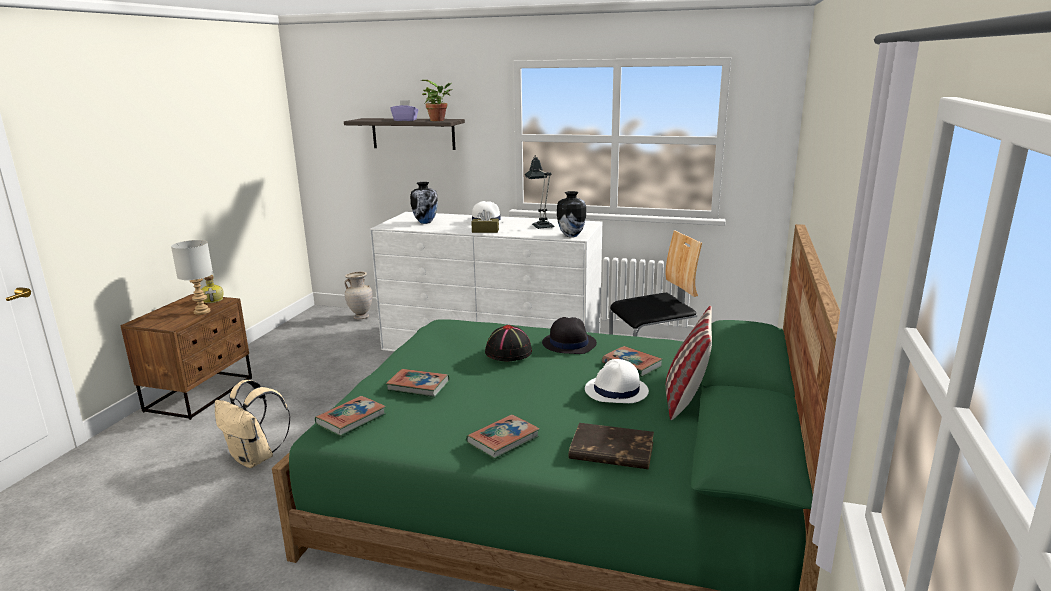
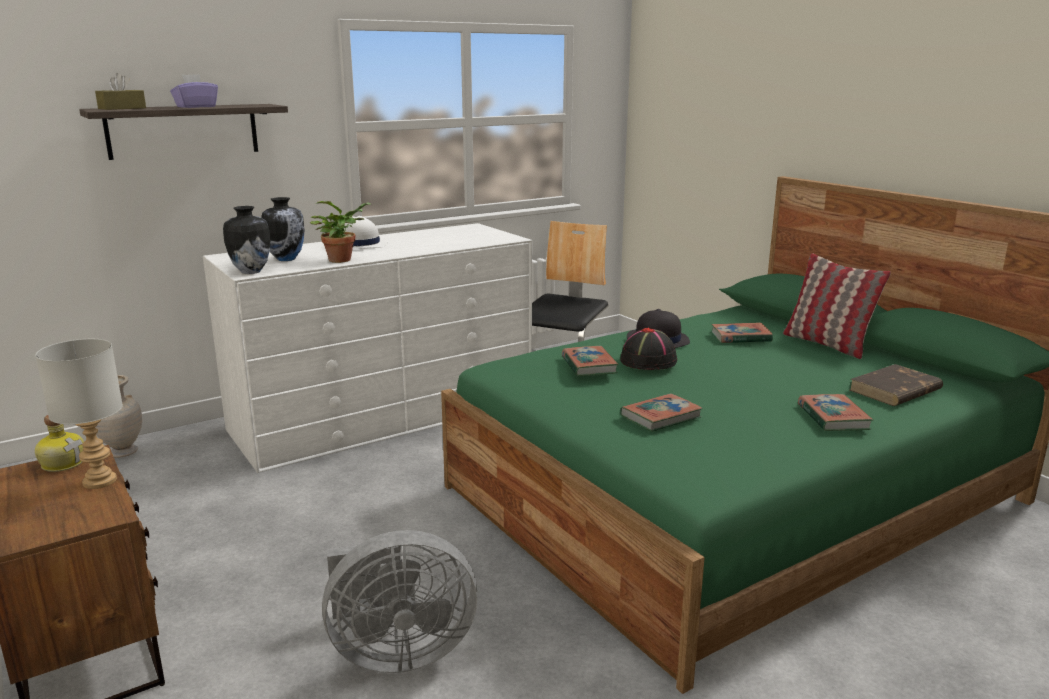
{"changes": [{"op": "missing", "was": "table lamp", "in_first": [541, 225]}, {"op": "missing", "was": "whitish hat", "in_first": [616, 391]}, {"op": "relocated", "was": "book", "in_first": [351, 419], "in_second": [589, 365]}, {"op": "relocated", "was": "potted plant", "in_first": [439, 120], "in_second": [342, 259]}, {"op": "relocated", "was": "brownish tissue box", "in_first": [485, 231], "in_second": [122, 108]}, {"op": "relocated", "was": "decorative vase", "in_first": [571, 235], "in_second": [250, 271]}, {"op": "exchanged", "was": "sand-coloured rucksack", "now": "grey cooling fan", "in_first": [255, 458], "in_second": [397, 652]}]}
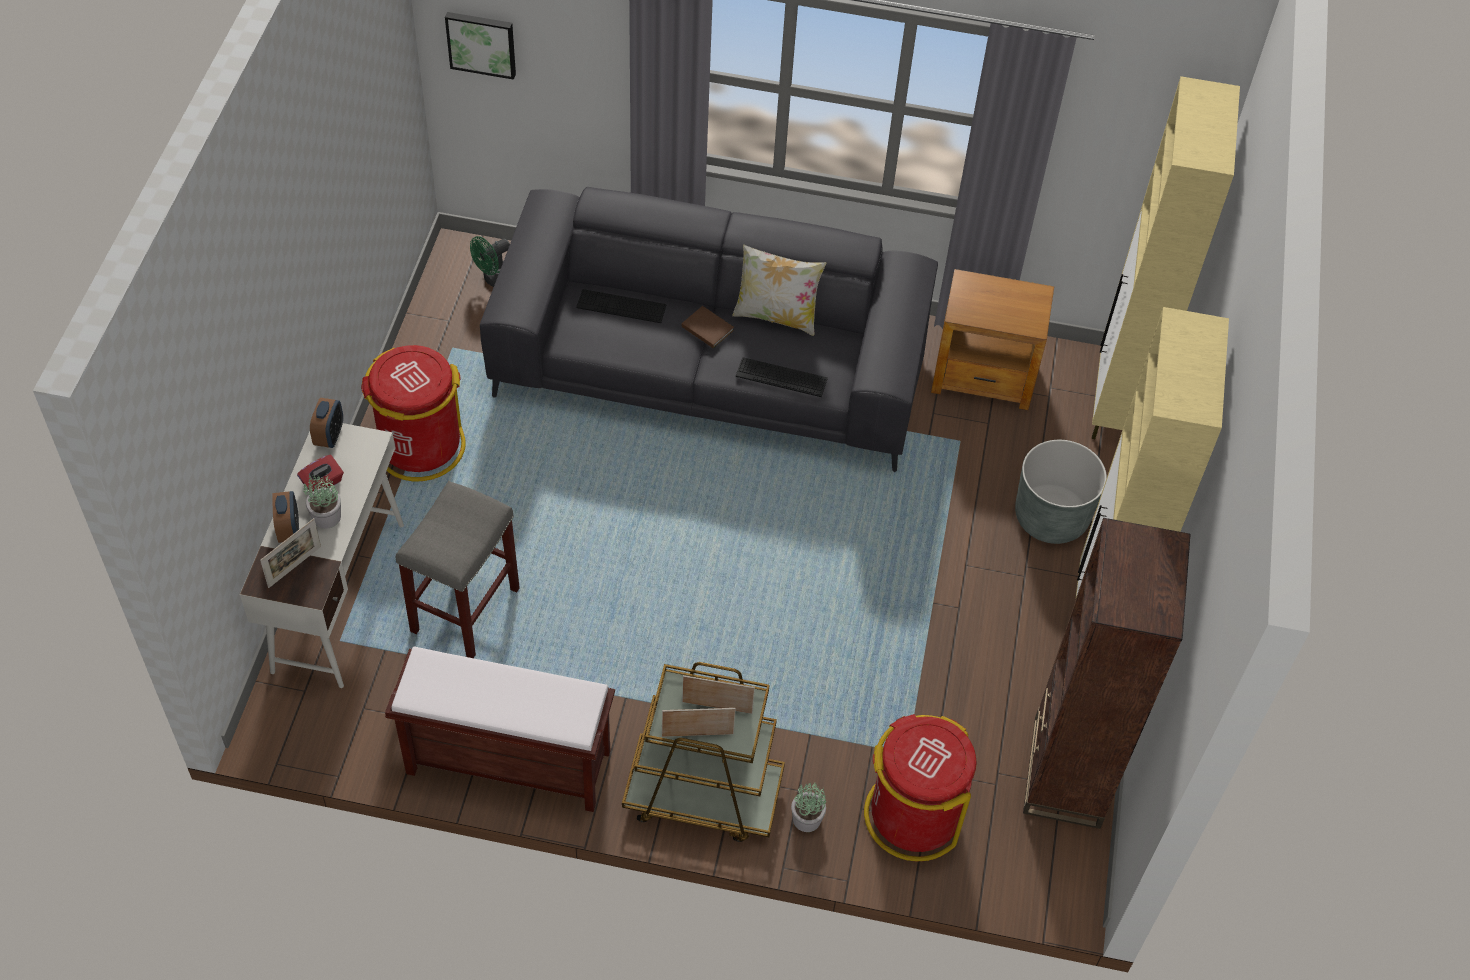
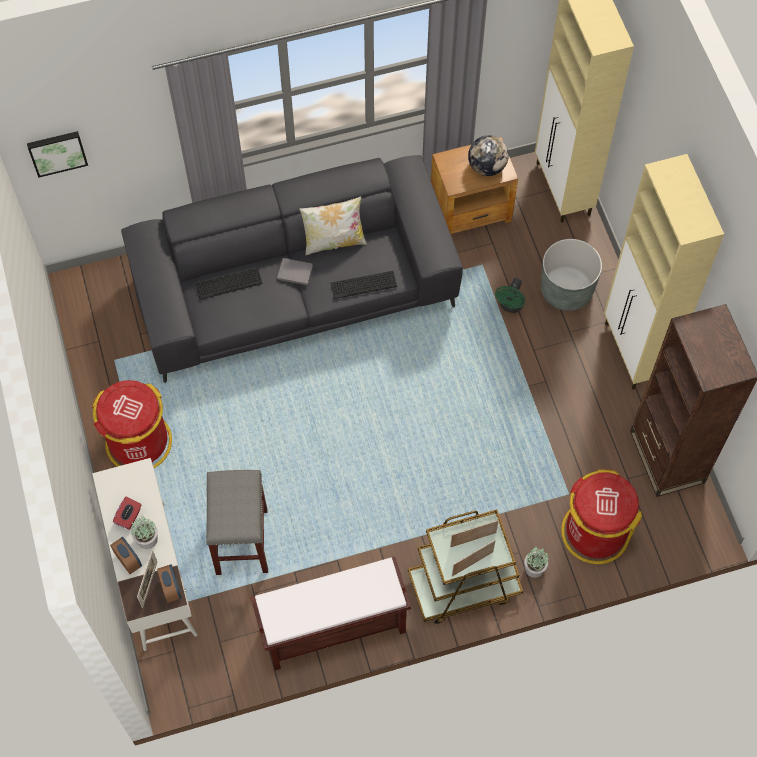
{"changes": [{"op": "appeared", "now": "desk globe", "in_second": [487, 167]}, {"op": "relocated", "was": "bedside clock", "in_first": [329, 436], "in_second": [171, 588]}, {"op": "relocated", "was": "green-coloured cooling fan", "in_first": [494, 279], "in_second": [510, 306]}, {"op": "colour", "was": "brownish book", "now": "grey book", "in_first": [707, 327], "in_second": [294, 272]}]}
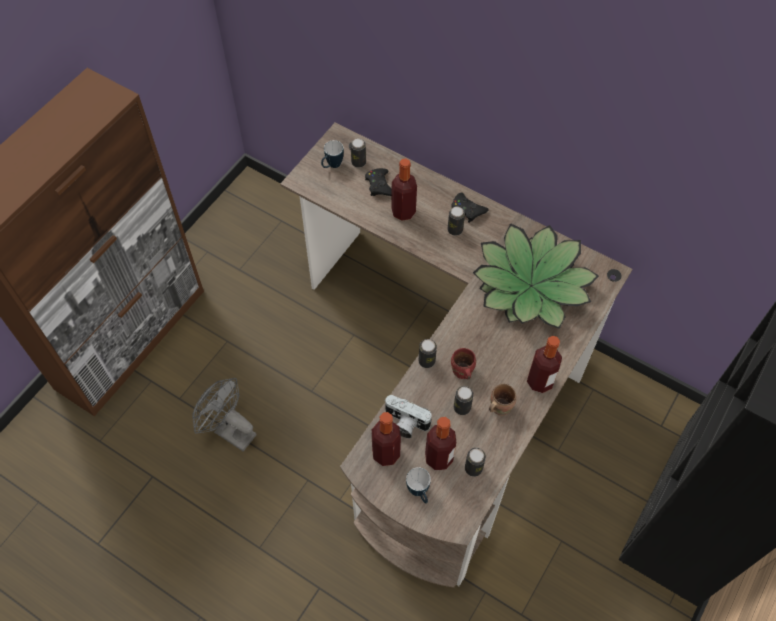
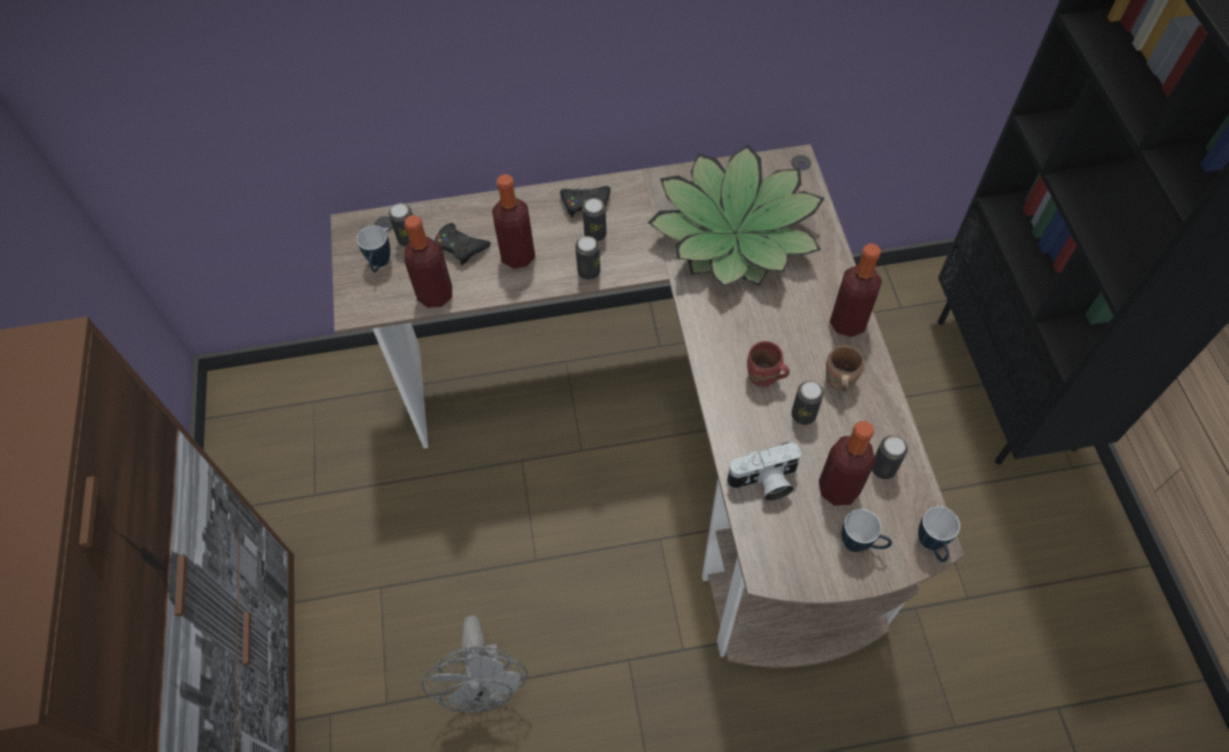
{"changes": [{"op": "appeared", "now": "coffee mug", "in_second": [931, 546]}, {"op": "relocated", "was": "beverage bottle", "in_first": [386, 453], "in_second": [435, 295]}, {"op": "relocated", "was": "metal can", "in_first": [426, 361], "in_second": [589, 271]}, {"op": "spun", "was": "grey cooling fan", "in_first": [229, 431], "in_second": [486, 686], "clockwise": -90}]}
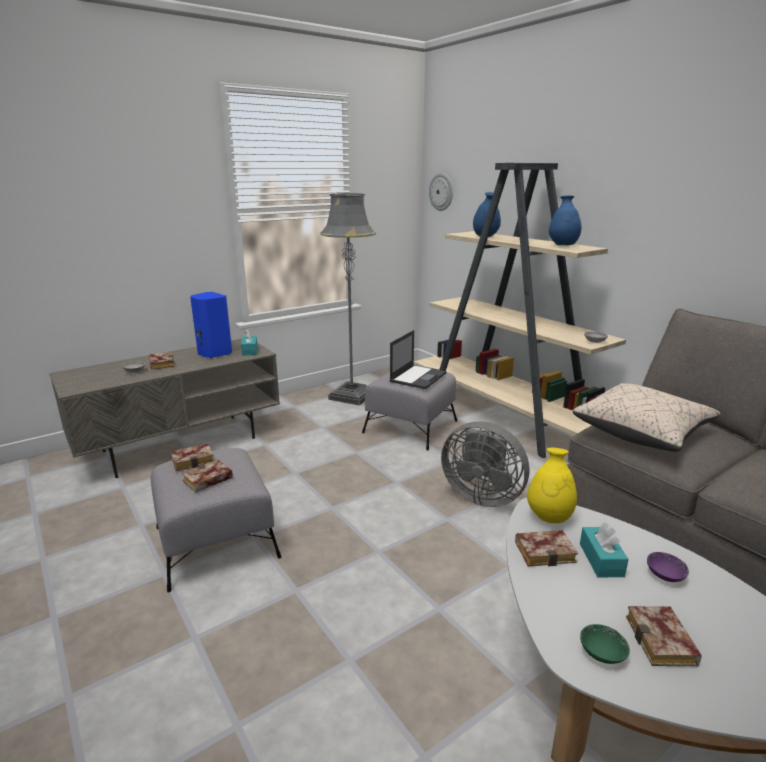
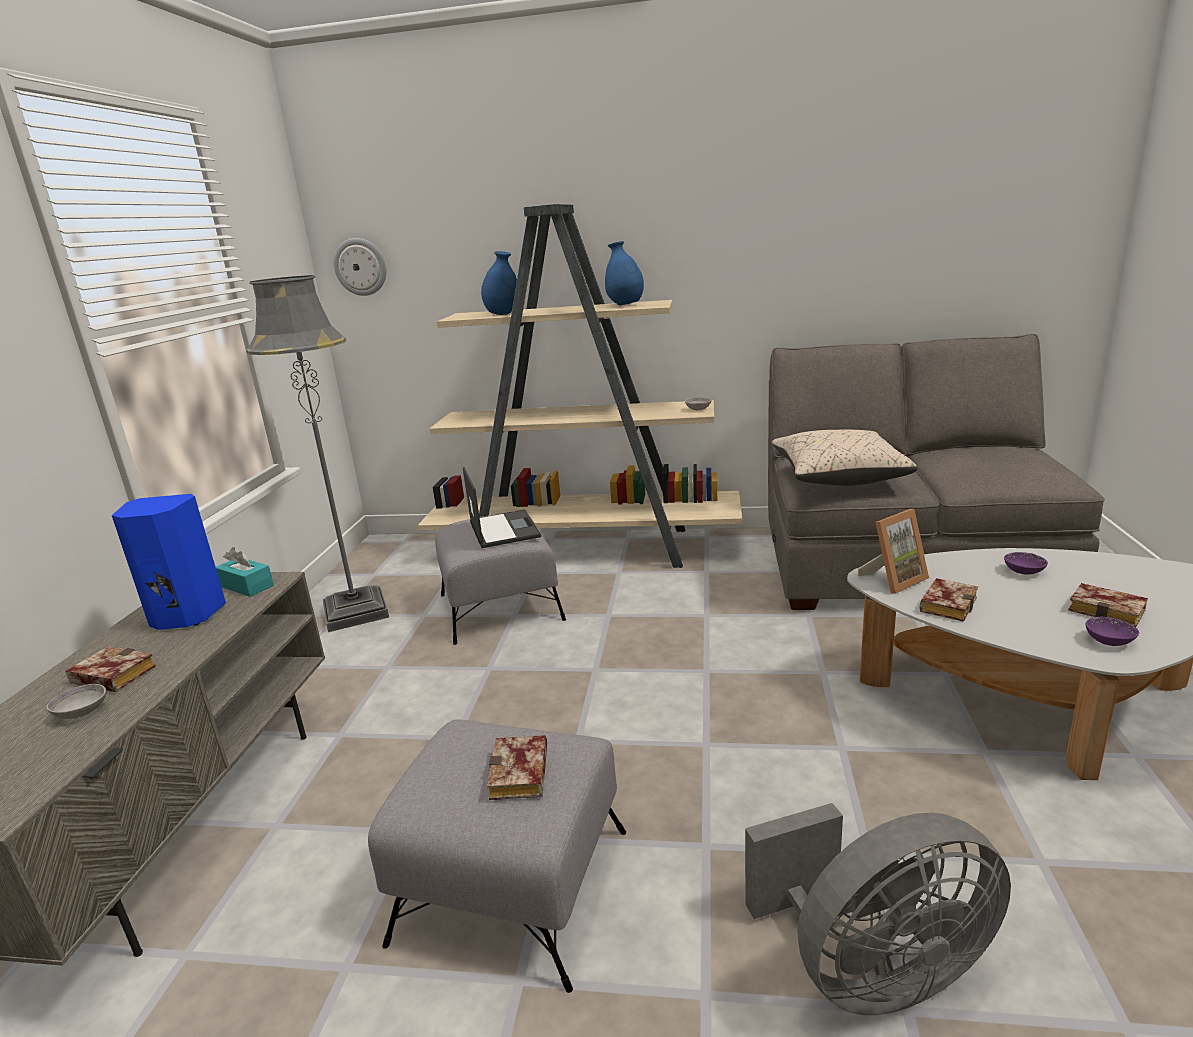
{"changes": [{"op": "missing", "was": "book", "in_first": [194, 460]}, {"op": "missing", "was": "turquoise-coloured tissue box", "in_first": [601, 560]}, {"op": "relocated", "was": "grey cooling fan", "in_first": [482, 495], "in_second": [872, 970]}, {"op": "exchanged", "was": "yellow decorative vase", "now": "photo frame", "in_first": [549, 517], "in_second": [893, 580]}, {"op": "colour", "was": "green-coloured serving bowl", "now": "purple serving bowl", "in_first": [602, 653], "in_second": [1109, 641]}]}
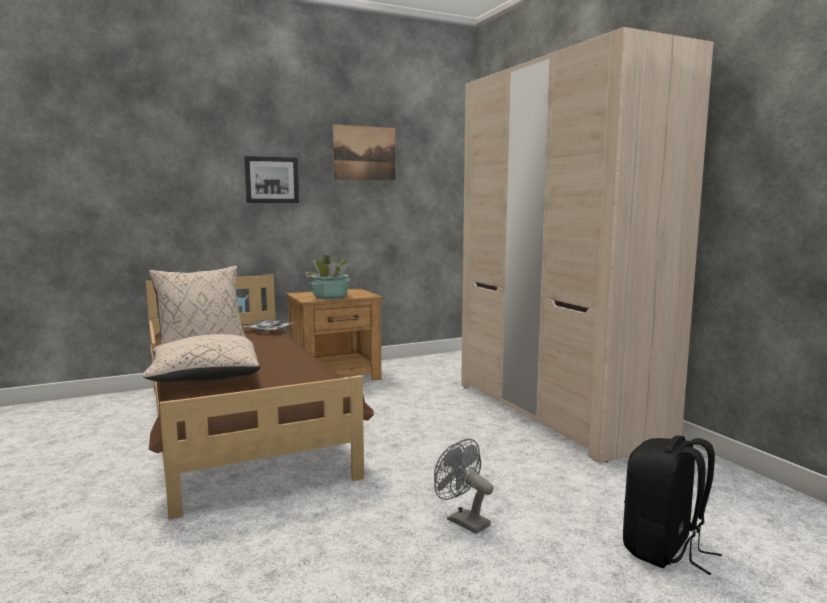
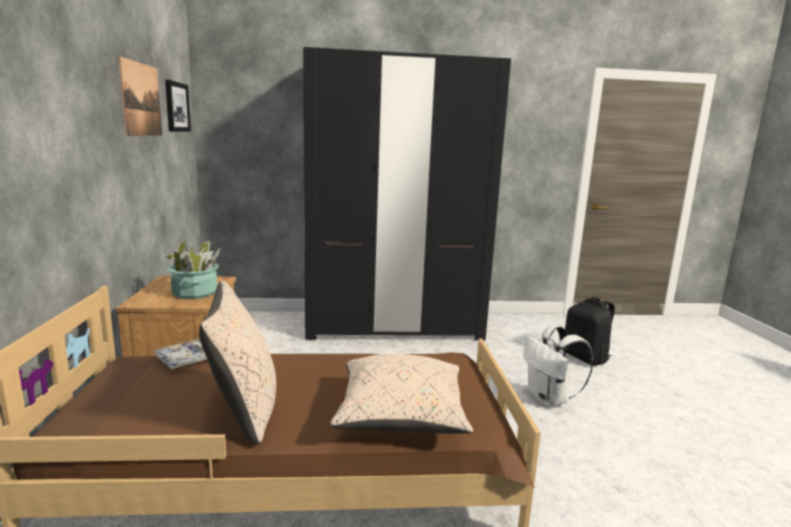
{"changes": [{"op": "relocated", "was": "wall picture", "in_first": [271, 180], "in_second": [176, 107]}, {"op": "exchanged", "was": "grey cooling fan", "now": "whitish rucksack", "in_first": [462, 520], "in_second": [549, 399]}, {"op": "colour", "was": "sand-coloured wardrobe", "now": "black wardrobe", "in_first": [556, 411], "in_second": [393, 326]}]}
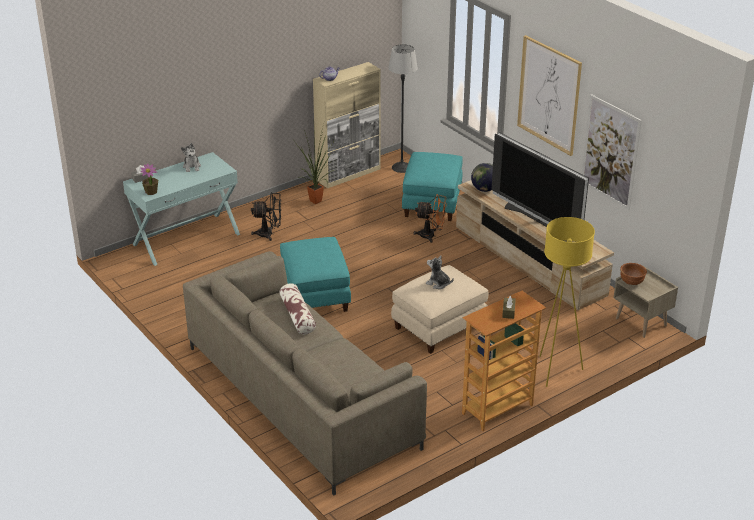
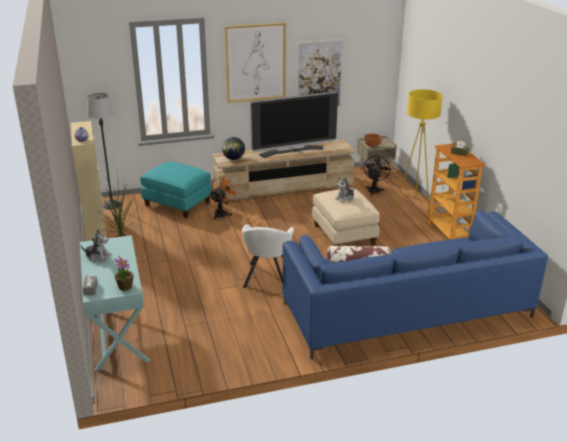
{"changes": [{"op": "relocated", "was": "black cooling fan", "in_first": [269, 234], "in_second": [374, 190]}, {"op": "exchanged", "was": "turquoise-coloured pouffe", "now": "whitish easy chair", "in_first": [314, 295], "in_second": [267, 278]}, {"op": "colour", "was": "sand-coloured couch", "now": "bluish couch", "in_first": [301, 396], "in_second": [406, 310]}]}
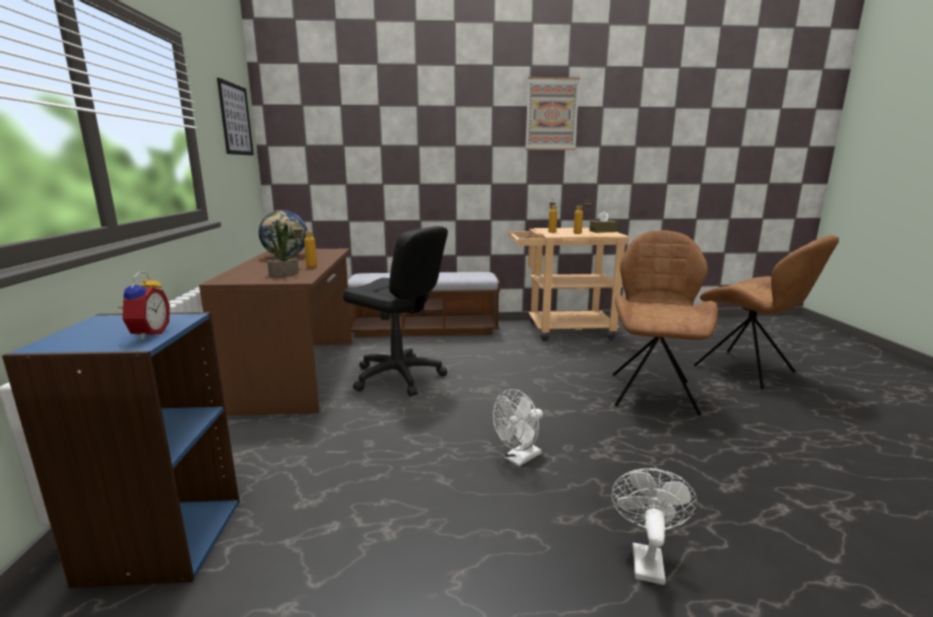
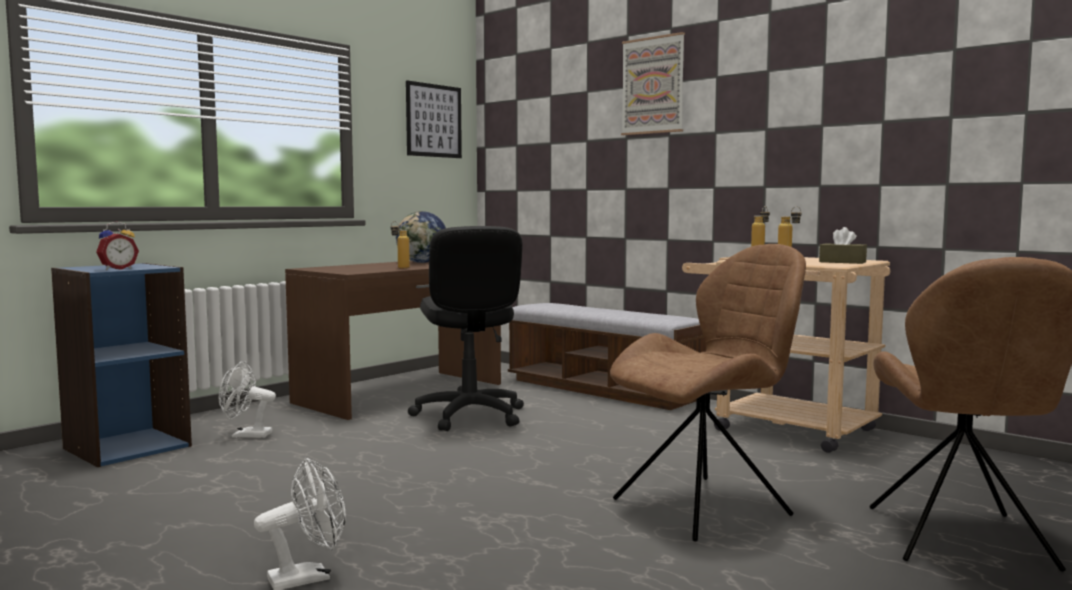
{"changes": [{"op": "missing", "was": "potted plant", "in_first": [284, 274]}, {"op": "relocated", "was": "whitish cooling fan", "in_first": [519, 459], "in_second": [246, 435]}, {"op": "relocated", "was": "wall picture", "in_first": [551, 114], "in_second": [653, 85]}]}
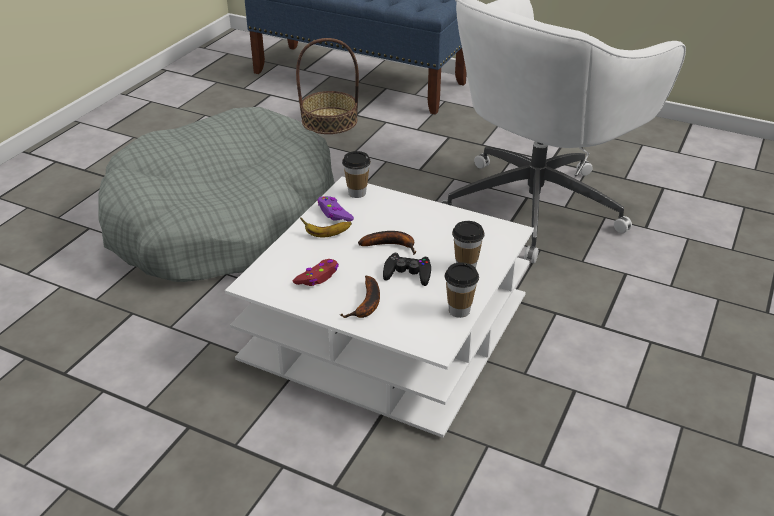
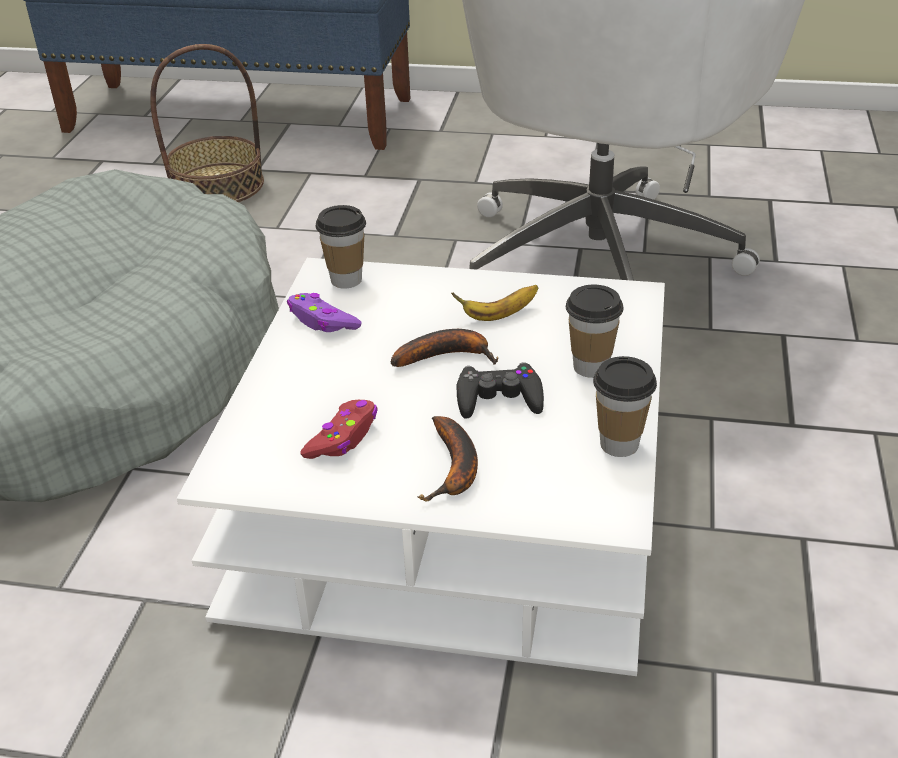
{"changes": [{"op": "relocated", "was": "banana fruit", "in_first": [326, 235], "in_second": [499, 315]}]}
